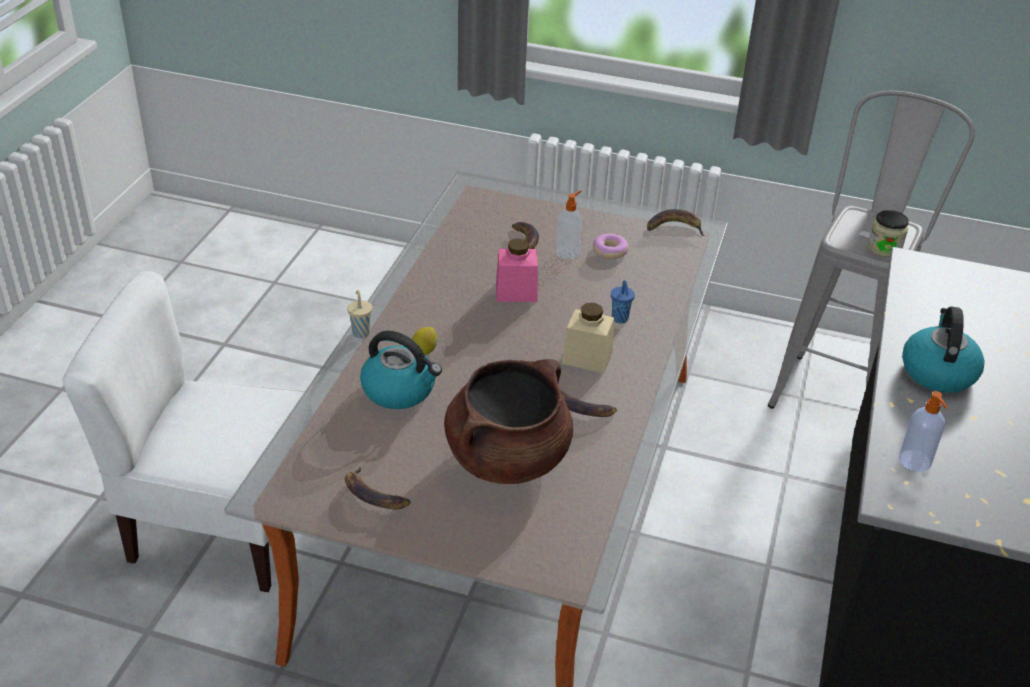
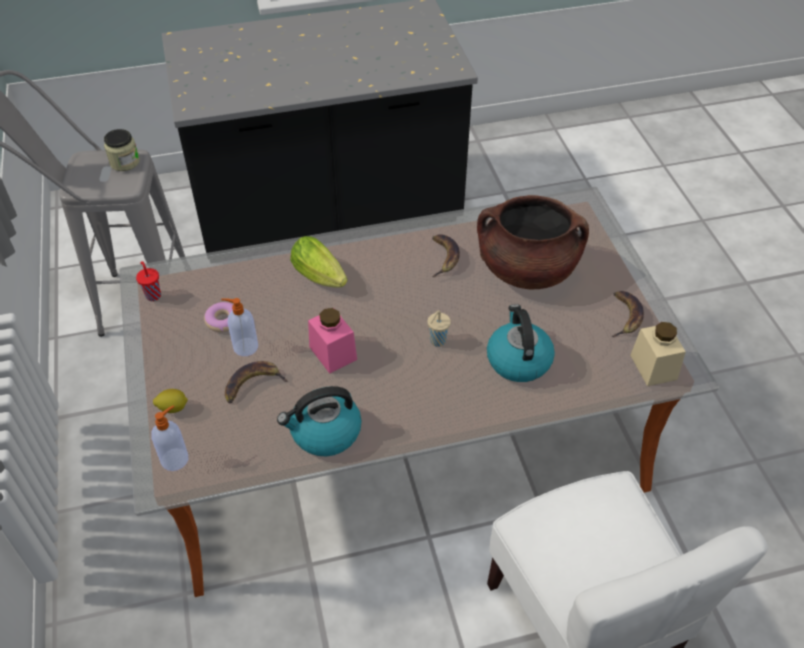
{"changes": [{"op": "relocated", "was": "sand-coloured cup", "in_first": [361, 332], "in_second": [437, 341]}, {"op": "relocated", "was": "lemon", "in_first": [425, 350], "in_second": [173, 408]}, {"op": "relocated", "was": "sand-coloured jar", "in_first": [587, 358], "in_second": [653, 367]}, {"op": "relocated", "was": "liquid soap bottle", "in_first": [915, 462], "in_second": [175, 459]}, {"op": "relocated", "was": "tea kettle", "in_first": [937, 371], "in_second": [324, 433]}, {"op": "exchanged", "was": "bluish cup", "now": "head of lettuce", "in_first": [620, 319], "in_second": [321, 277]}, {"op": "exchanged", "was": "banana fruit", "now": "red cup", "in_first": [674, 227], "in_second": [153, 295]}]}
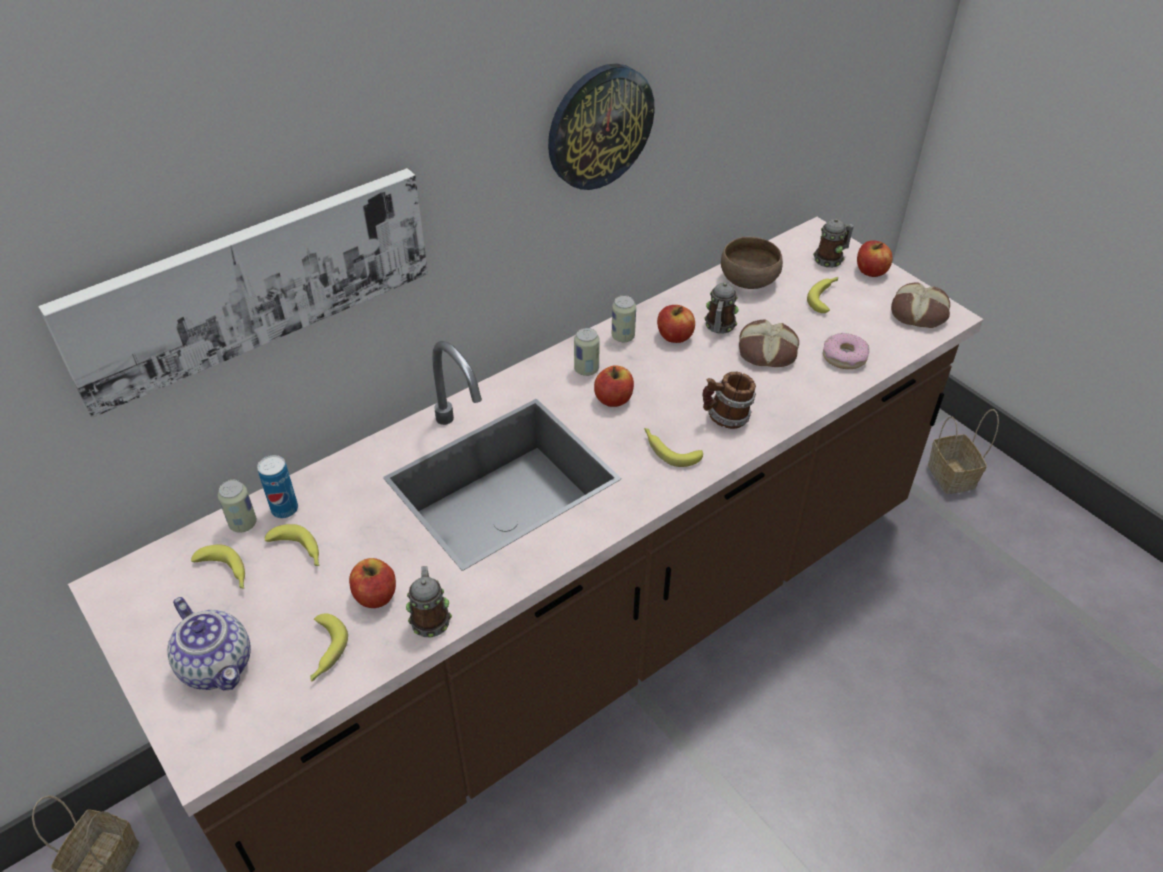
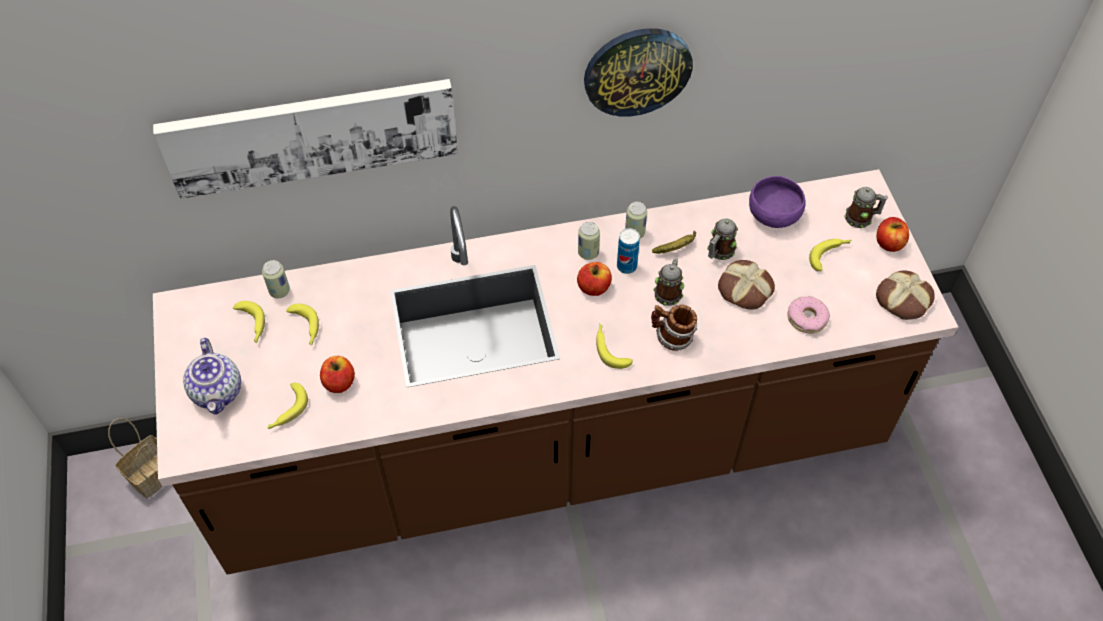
{"changes": [{"op": "missing", "was": "household basket", "in_first": [953, 477]}, {"op": "relocated", "was": "metal can", "in_first": [284, 509], "in_second": [626, 266]}, {"op": "relocated", "was": "coffee mug", "in_first": [430, 617], "in_second": [668, 292]}, {"op": "exchanged", "was": "apple", "now": "banana fruit", "in_first": [674, 336], "in_second": [677, 247]}, {"op": "colour", "was": "brownish serving bowl", "now": "purple serving bowl", "in_first": [749, 280], "in_second": [774, 214]}]}
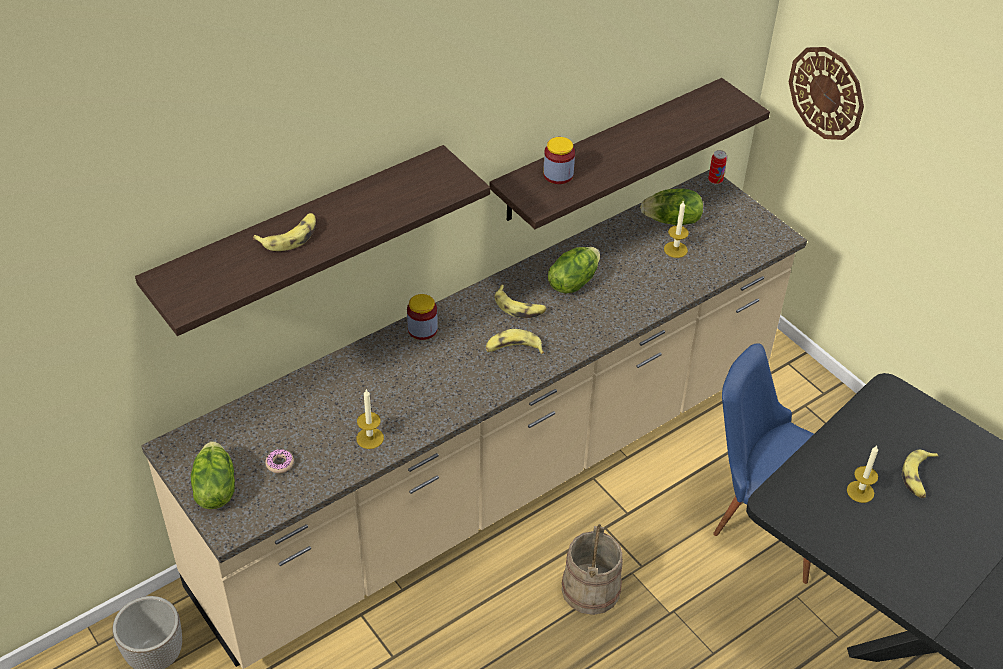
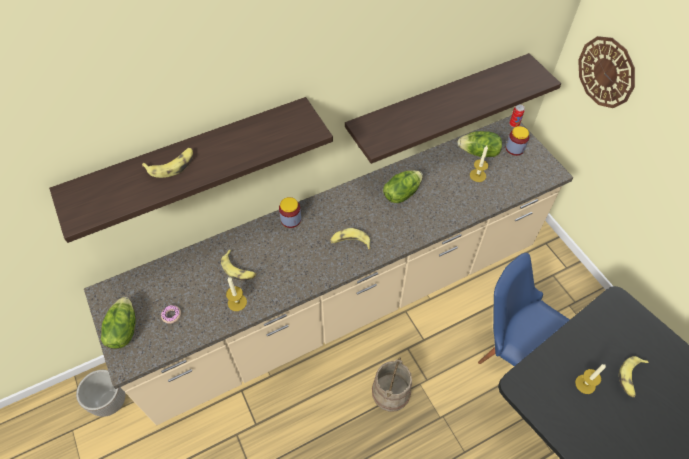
{"changes": [{"op": "relocated", "was": "banana fruit", "in_first": [519, 307], "in_second": [238, 269]}, {"op": "relocated", "was": "jar", "in_first": [558, 175], "in_second": [514, 148]}]}
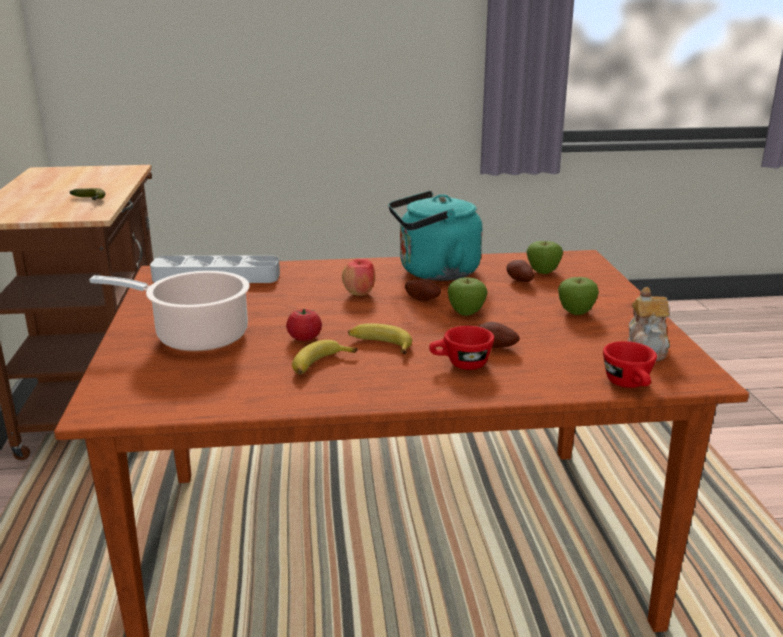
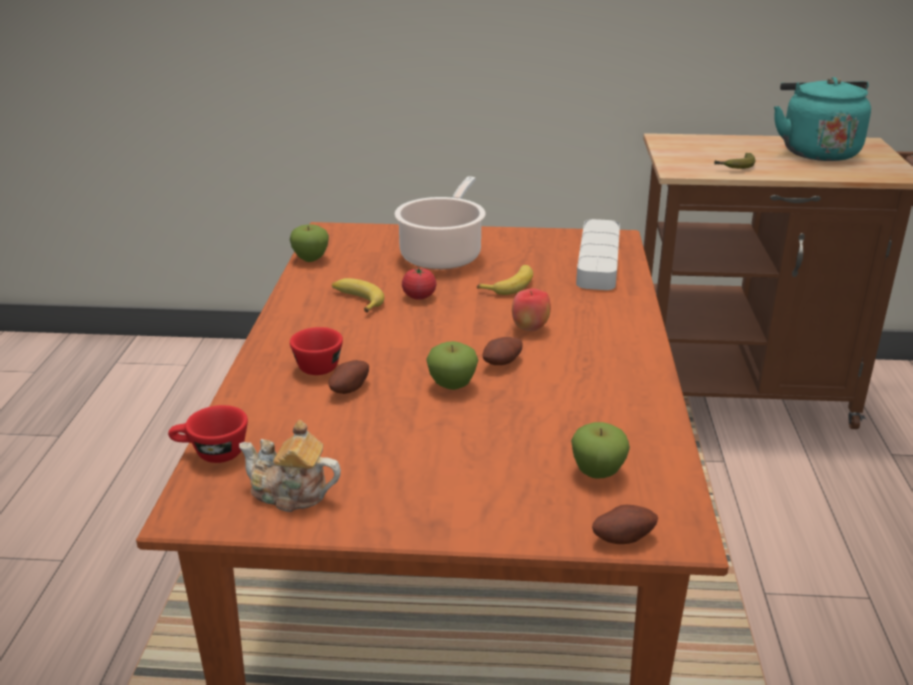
{"changes": [{"op": "relocated", "was": "banana fruit", "in_first": [380, 345], "in_second": [510, 285]}, {"op": "relocated", "was": "turquoise-coloured tea kettle", "in_first": [434, 272], "in_second": [816, 152]}, {"op": "relocated", "was": "whole potato", "in_first": [518, 281], "in_second": [622, 537]}, {"op": "relocated", "was": "apple", "in_first": [576, 312], "in_second": [311, 259]}]}
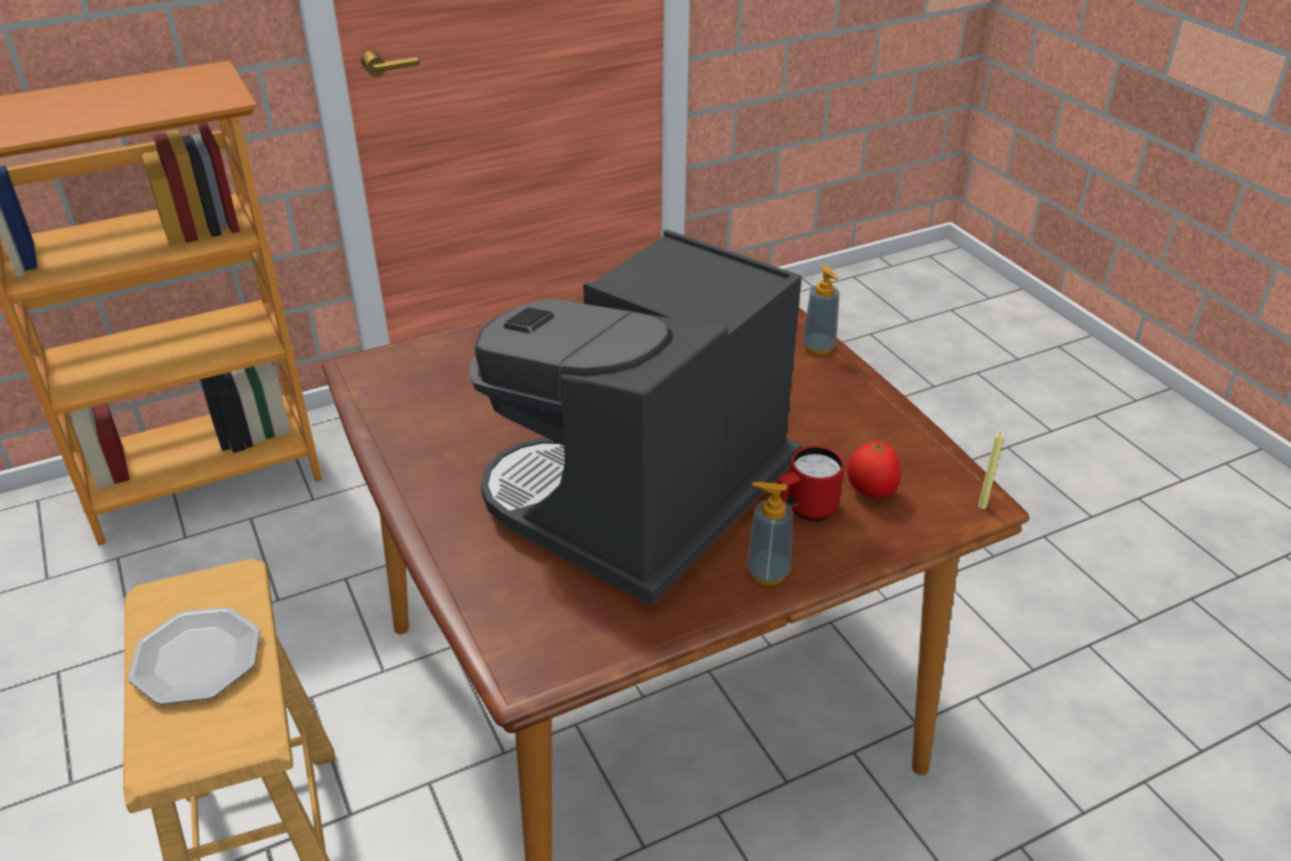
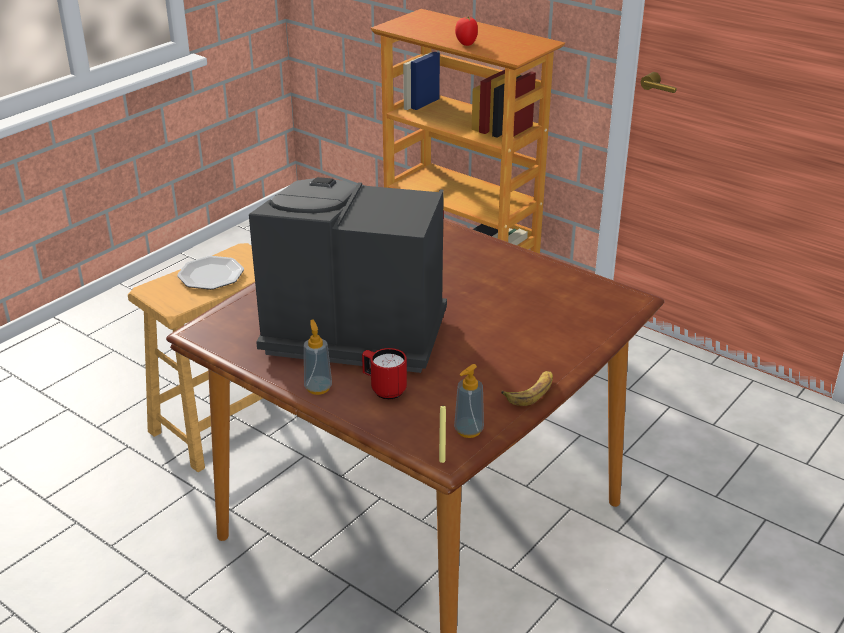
{"changes": [{"op": "appeared", "now": "banana fruit", "in_second": [531, 392]}, {"op": "relocated", "was": "liquid soap bottle", "in_first": [818, 347], "in_second": [468, 430]}, {"op": "relocated", "was": "tomato", "in_first": [870, 492], "in_second": [466, 44]}]}
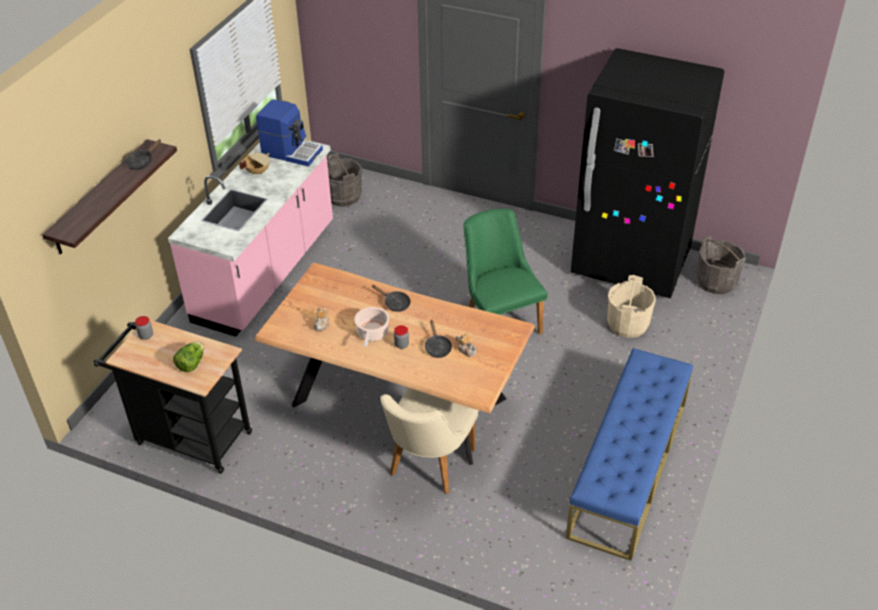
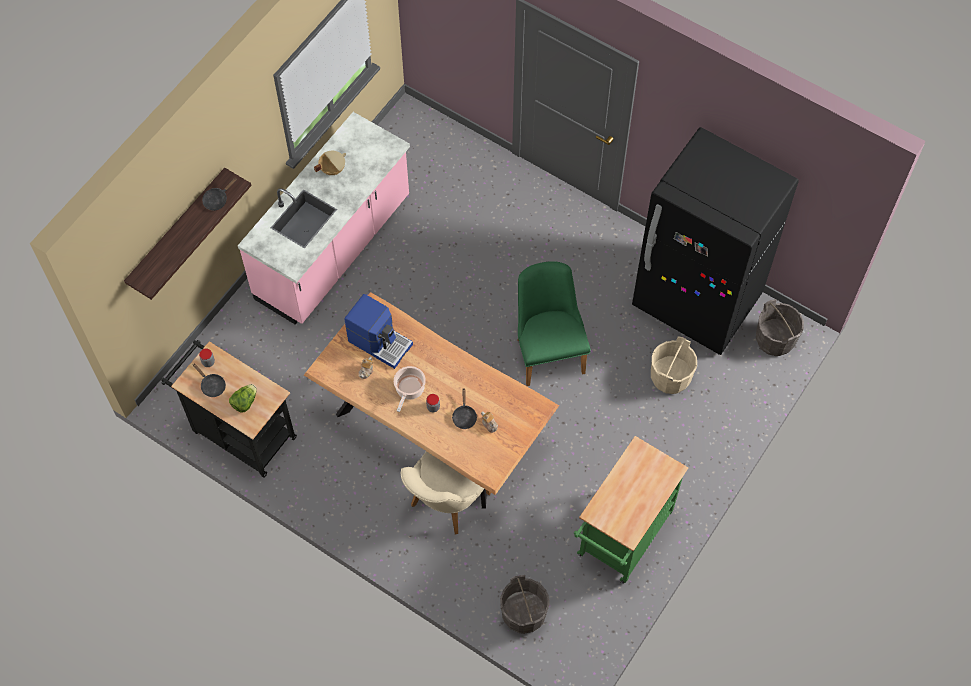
{"changes": [{"op": "relocated", "was": "coffee machine", "in_first": [291, 152], "in_second": [380, 341]}, {"op": "relocated", "was": "grey pail", "in_first": [343, 196], "in_second": [523, 614]}, {"op": "relocated", "was": "black pan", "in_first": [395, 303], "in_second": [211, 385]}, {"op": "exchanged", "was": "bluish bench", "now": "green-coloured wheeled cart", "in_first": [628, 469], "in_second": [621, 539]}]}
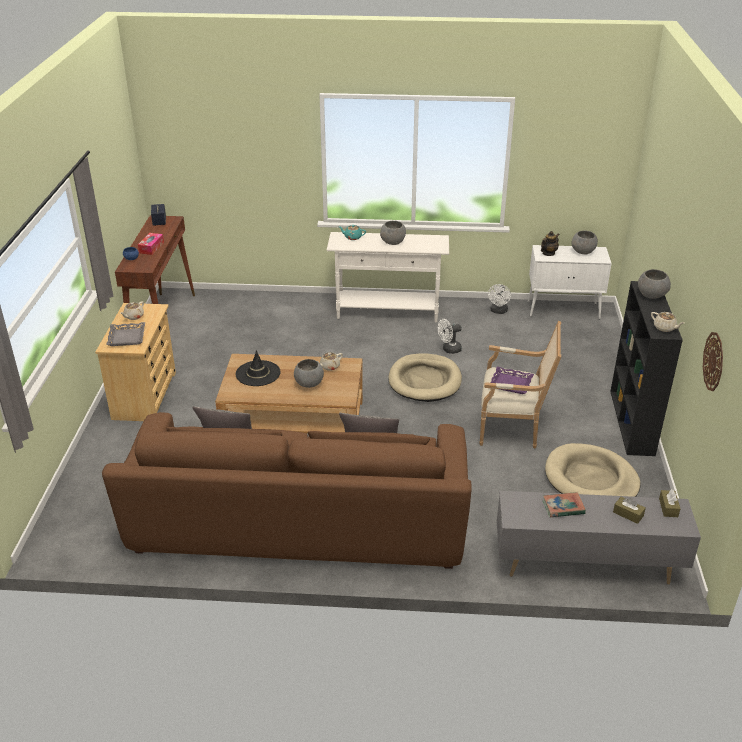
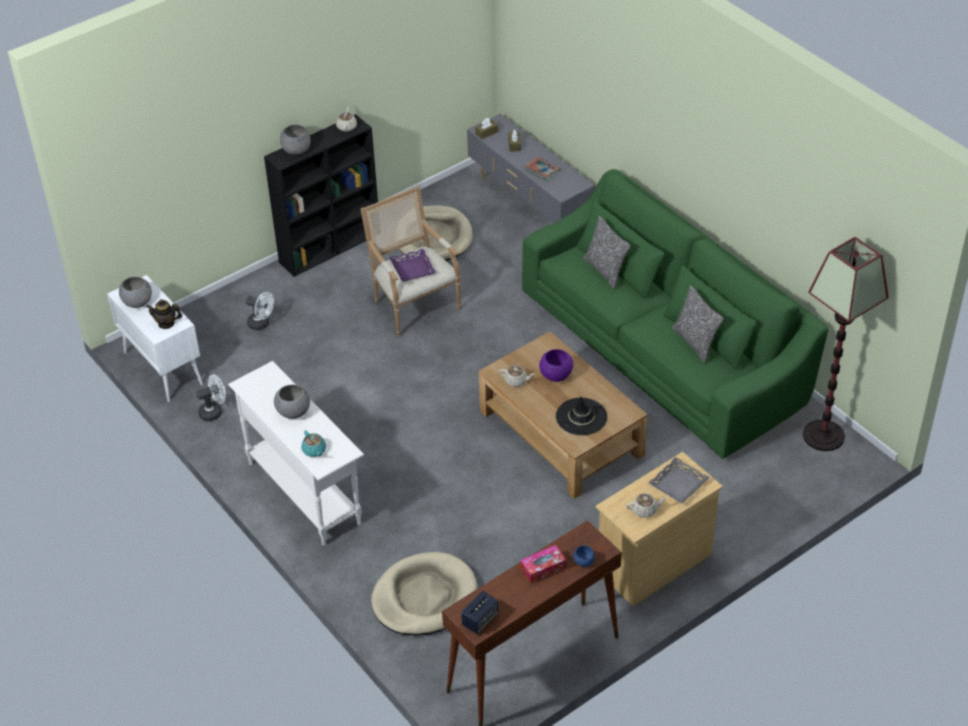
{"changes": [{"op": "missing", "was": "clock on the wall", "in_first": [713, 361]}, {"op": "appeared", "now": "standing lamp", "in_second": [824, 436]}, {"op": "relocated", "was": "sand-coloured dog cushion", "in_first": [425, 381], "in_second": [424, 597]}, {"op": "relocated", "was": "whitish cooling fan", "in_first": [449, 349], "in_second": [262, 324]}, {"op": "colour", "was": "brownish couch", "now": "green-coloured couch", "in_first": [298, 522], "in_second": [664, 347]}, {"op": "colour", "was": "grey serving bowl", "now": "purple serving bowl", "in_first": [309, 384], "in_second": [556, 375]}]}
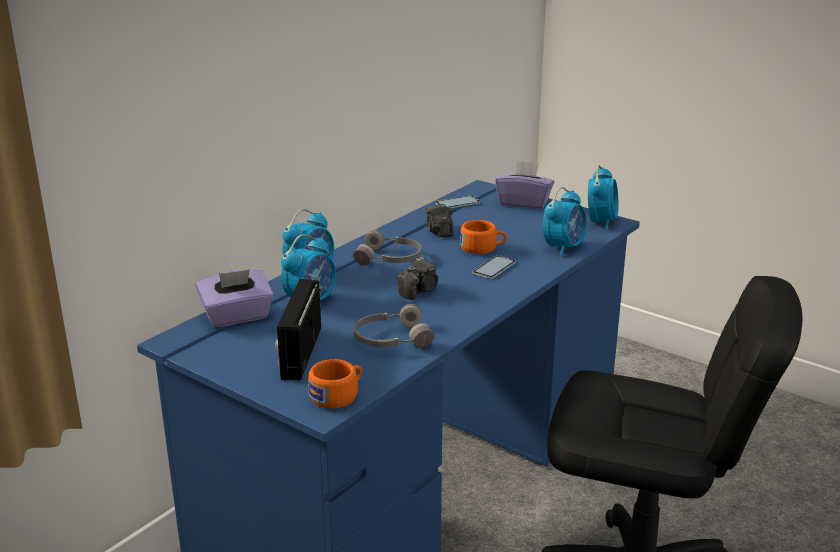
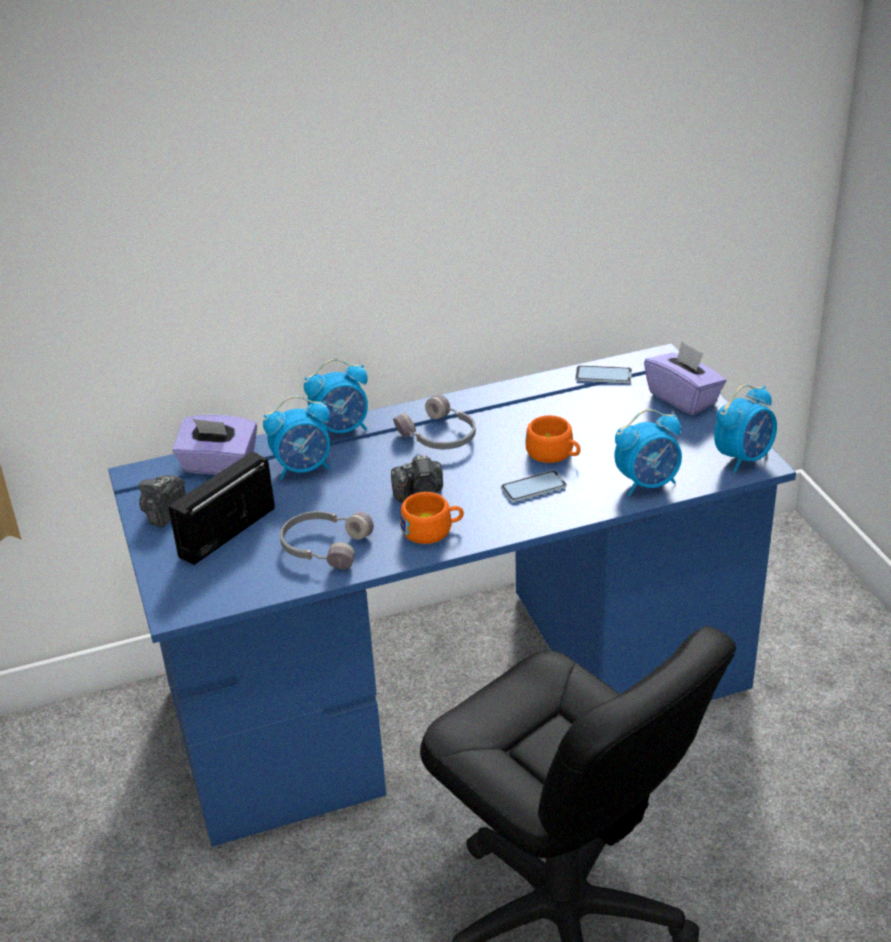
{"changes": [{"op": "relocated", "was": "orange-coloured cup", "in_first": [338, 395], "in_second": [432, 530]}, {"op": "relocated", "was": "still camera", "in_first": [439, 232], "in_second": [164, 513]}]}
